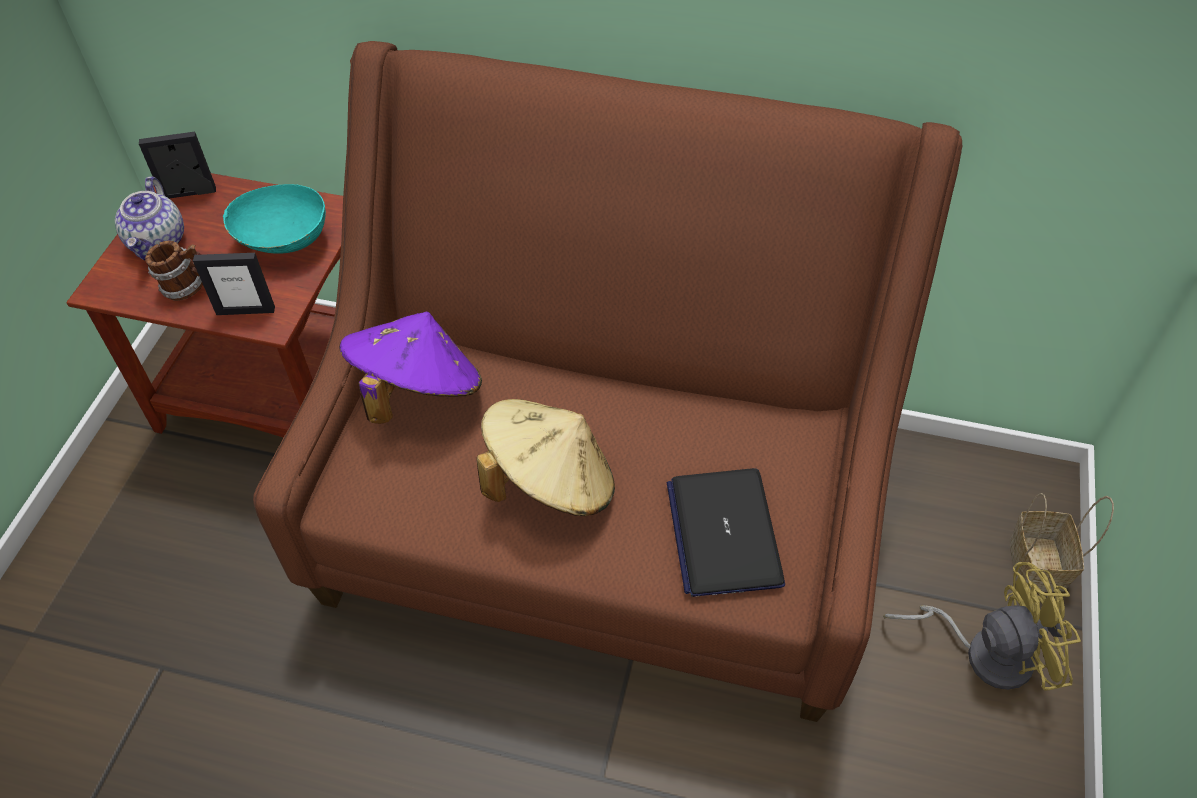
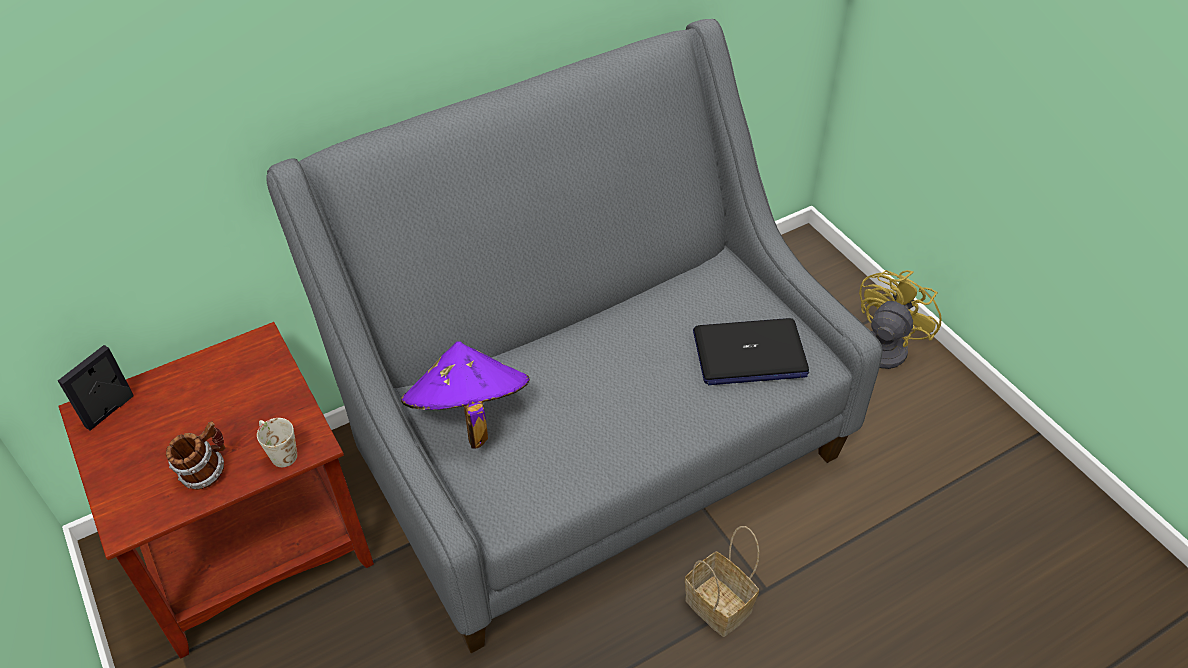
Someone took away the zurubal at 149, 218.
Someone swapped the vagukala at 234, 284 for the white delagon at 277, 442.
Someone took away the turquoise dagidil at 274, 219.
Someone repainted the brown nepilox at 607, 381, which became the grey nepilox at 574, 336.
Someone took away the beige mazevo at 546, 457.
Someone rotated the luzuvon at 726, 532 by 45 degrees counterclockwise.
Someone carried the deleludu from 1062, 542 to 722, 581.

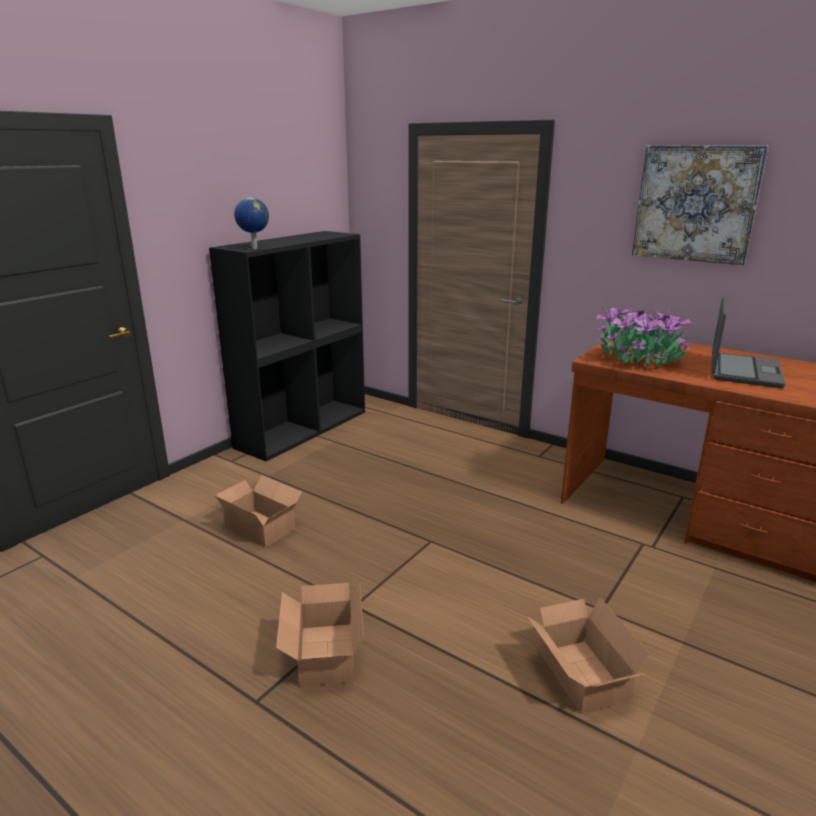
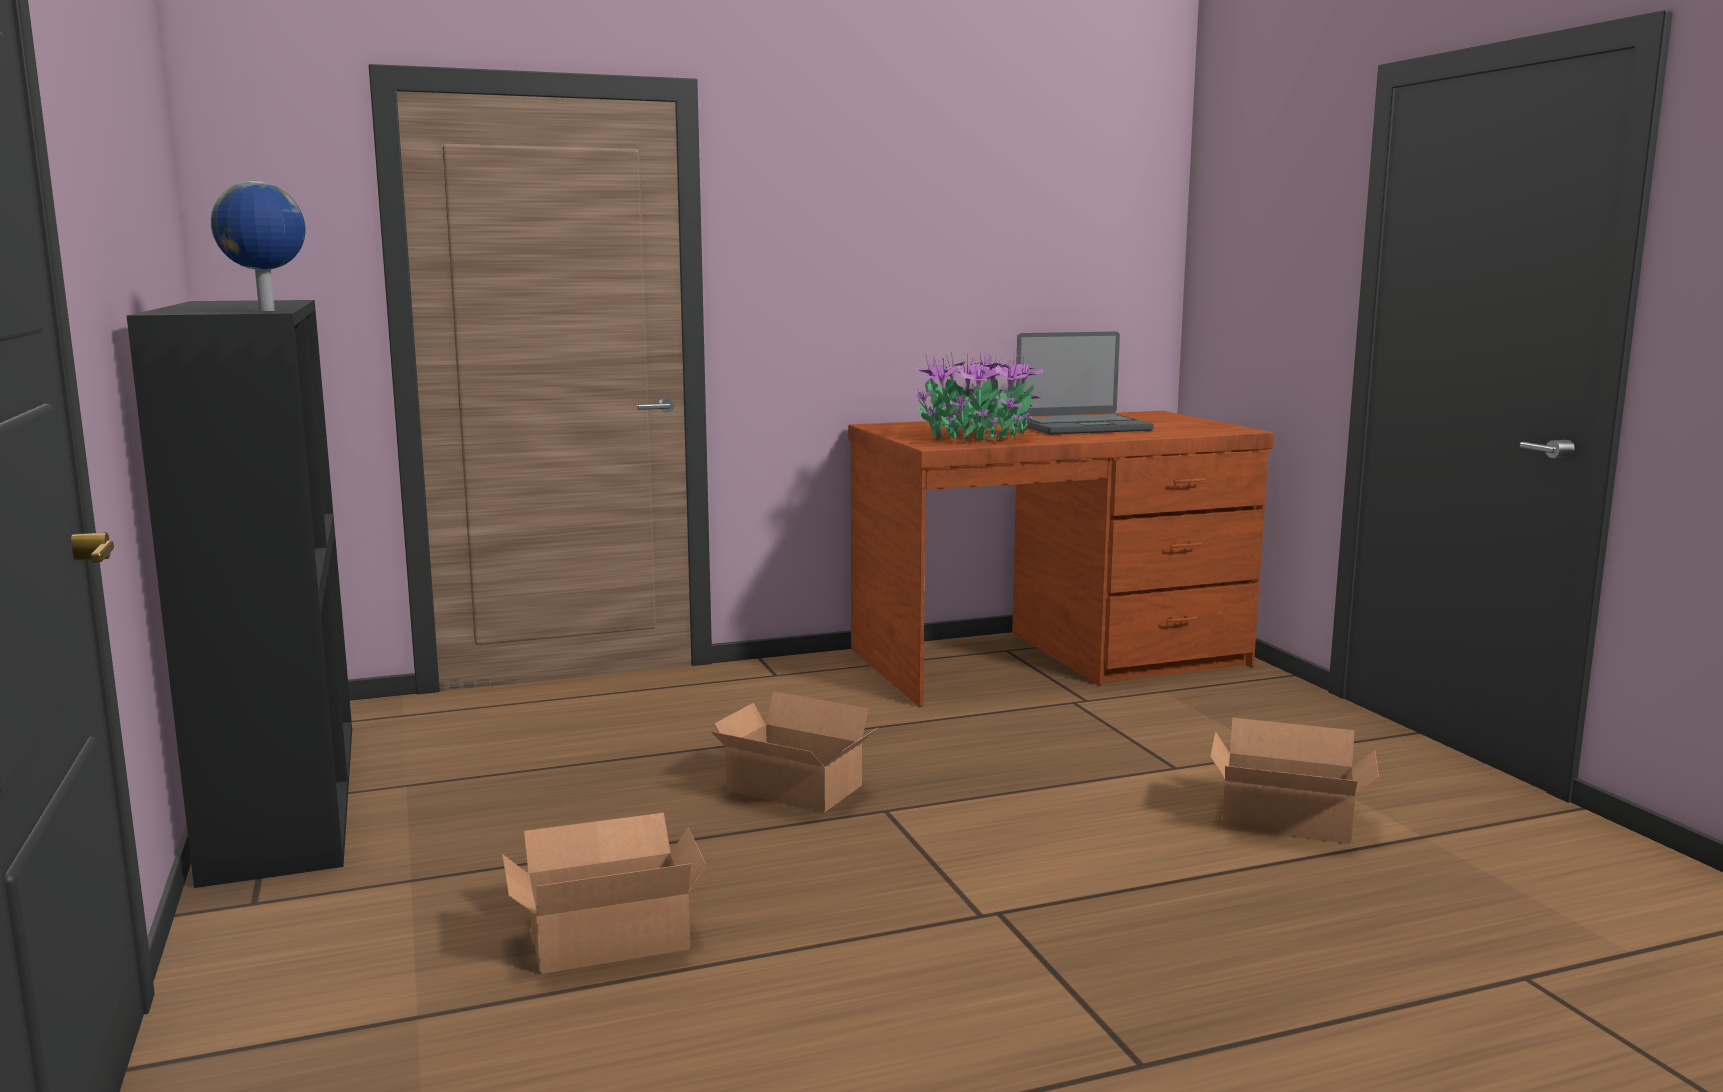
Someone carried the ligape from 320, 635 to 793, 752.
Someone took away the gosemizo at 700, 205.
Someone rotated the luzuvon at 748, 342 by 105 degrees clockwise.

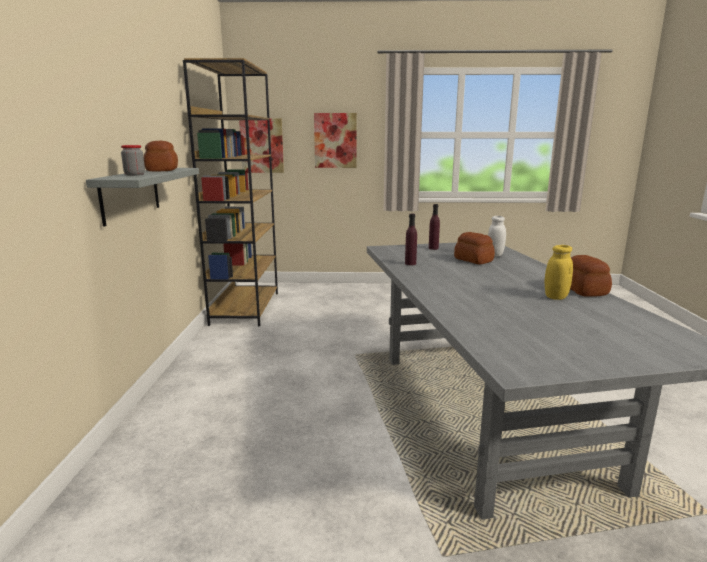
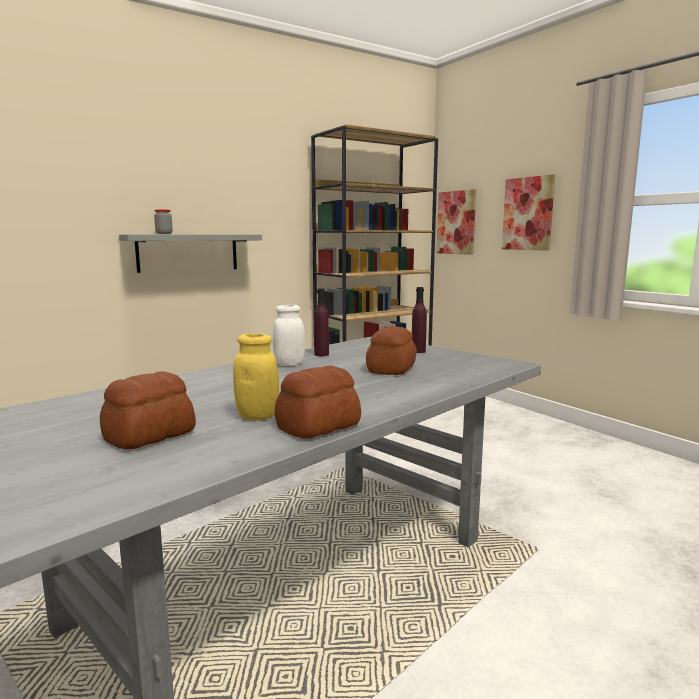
Someone carried the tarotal from 160, 156 to 148, 410.
Someone carried the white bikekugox from 497, 236 to 289, 335.

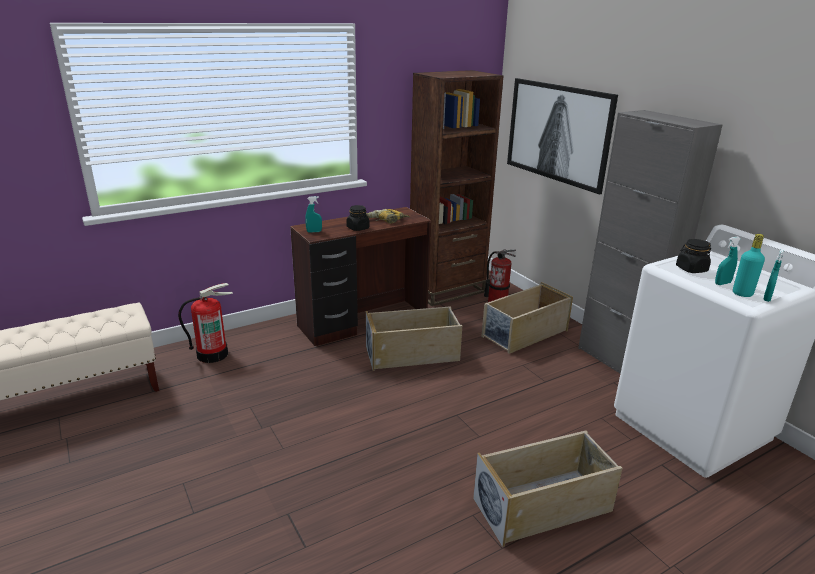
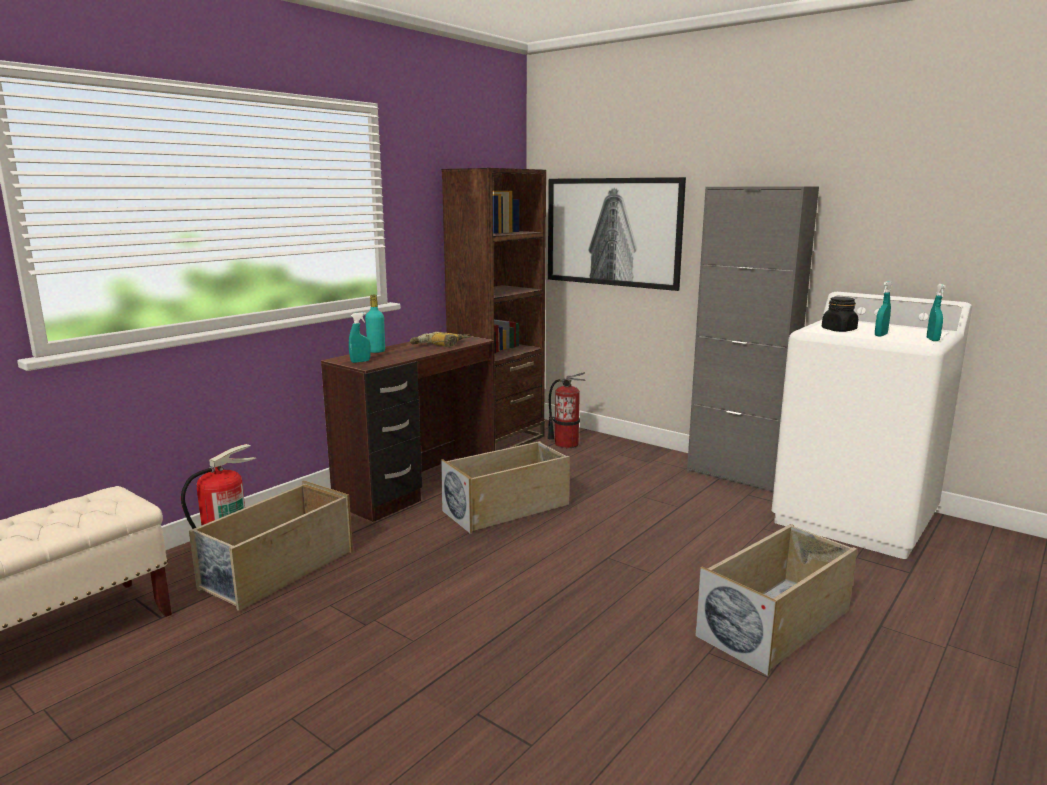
Someone took away the black bikekugox at 358, 218.
Someone carried the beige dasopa from 527, 318 to 271, 545.
Someone carried the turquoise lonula from 749, 265 to 375, 324.

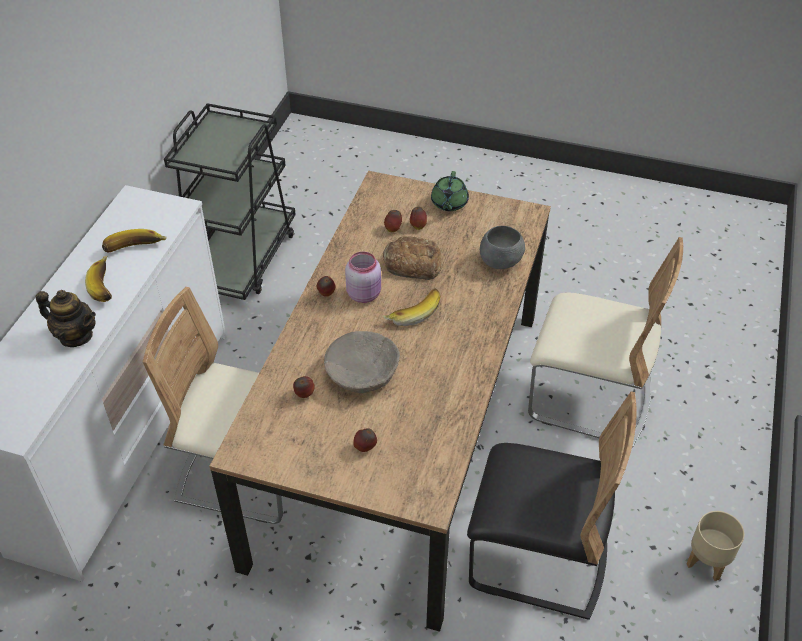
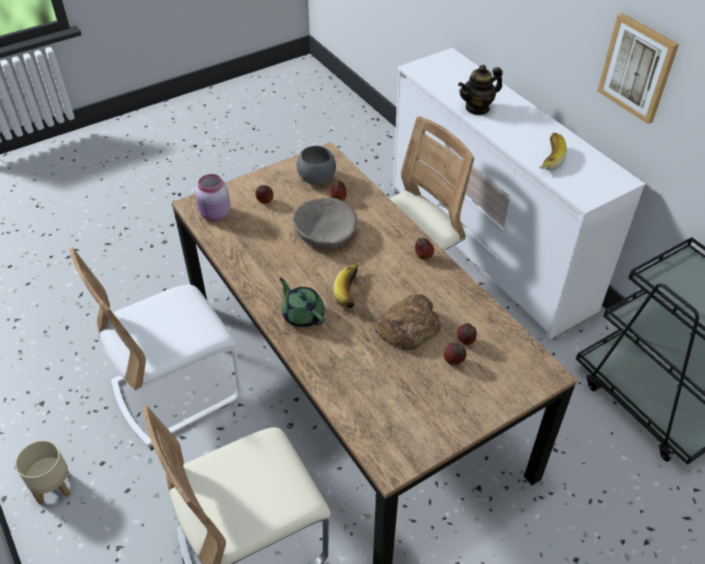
Someone took away the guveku at 98, 278.
Someone carried the pink bikekugox from 363, 277 to 213, 198.
Someone carried the green zurubal from 450, 191 to 301, 302.
Someone repainted the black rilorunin at 552, 505, which became the white rilorunin at 155, 346.
Someone carried the grey dagidil from 502, 247 to 316, 165.
Someone put up the gosemizo at 638, 68.

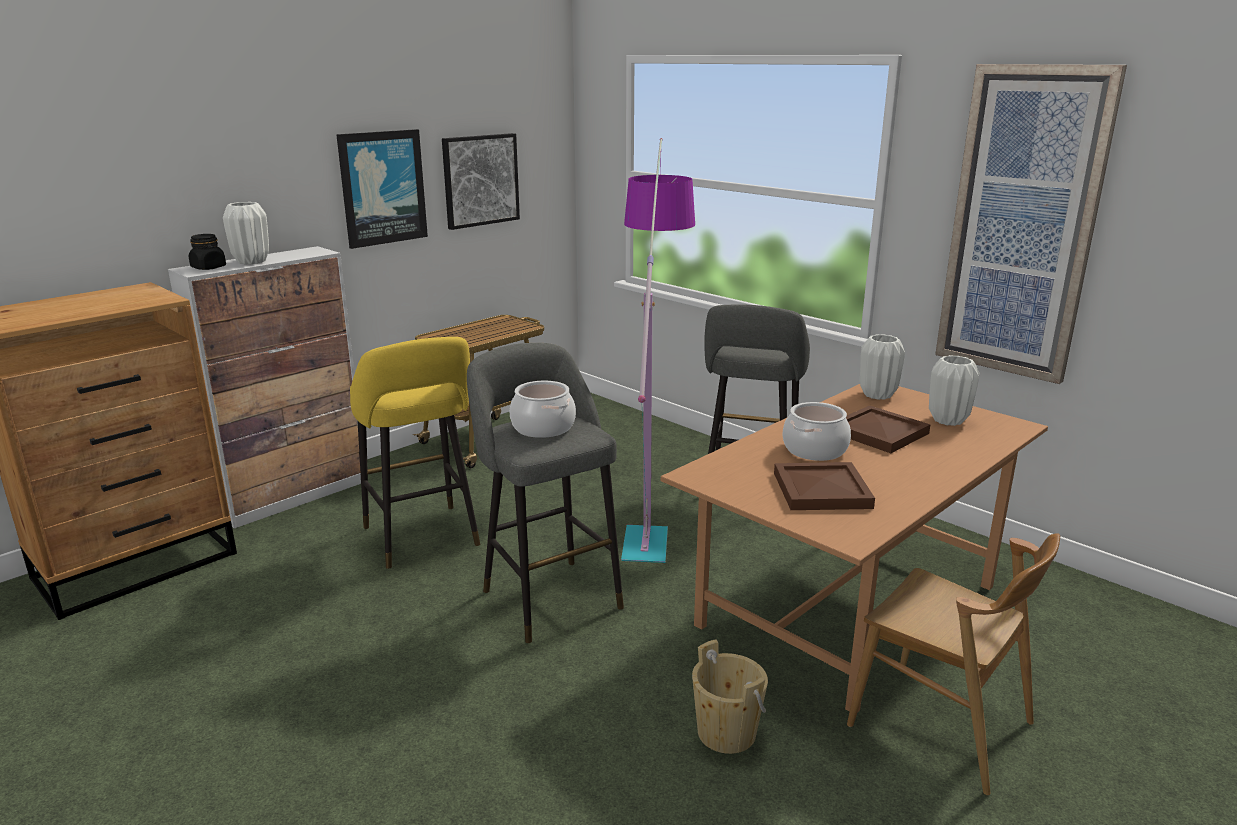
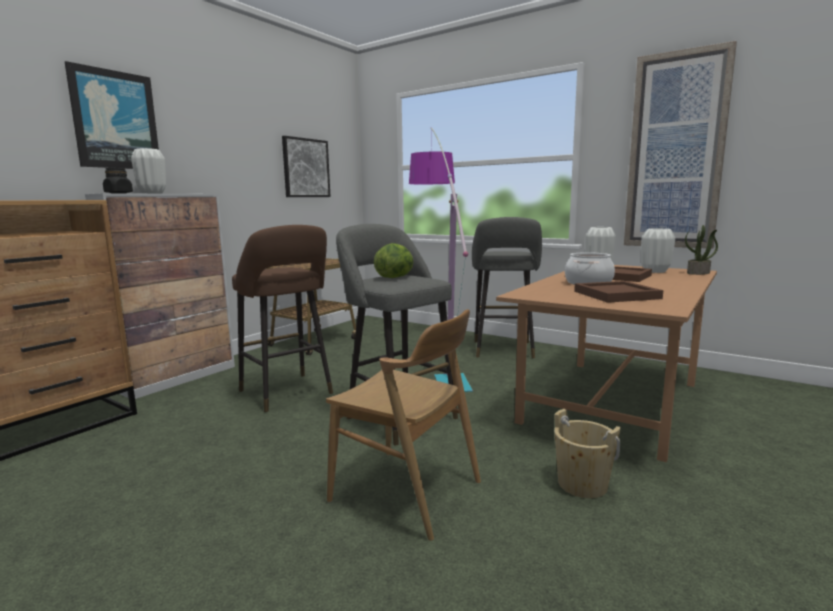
Someone carried the gosemizo from 382, 189 to 112, 115.
Someone repainted the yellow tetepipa at 415, 453, which became the brown tetepipa at 282, 318.
Someone swapped the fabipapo at 543, 409 for the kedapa at 394, 260.
Someone carried the brown rilorunin from 953, 664 to 403, 425.
Someone put down the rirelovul at 701, 250.

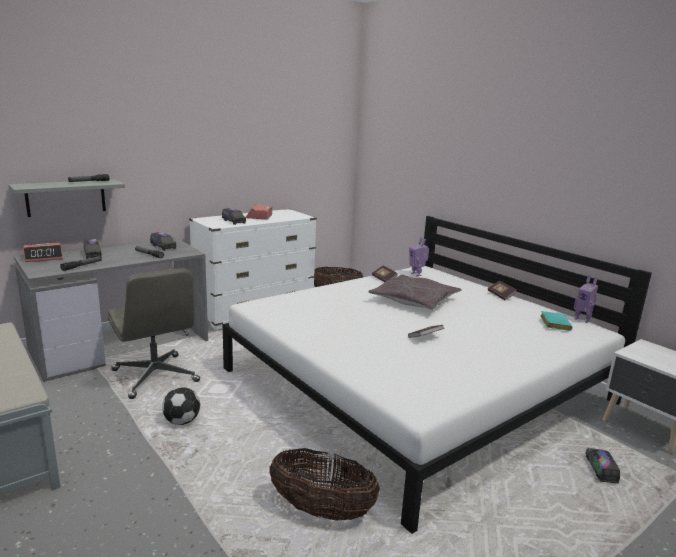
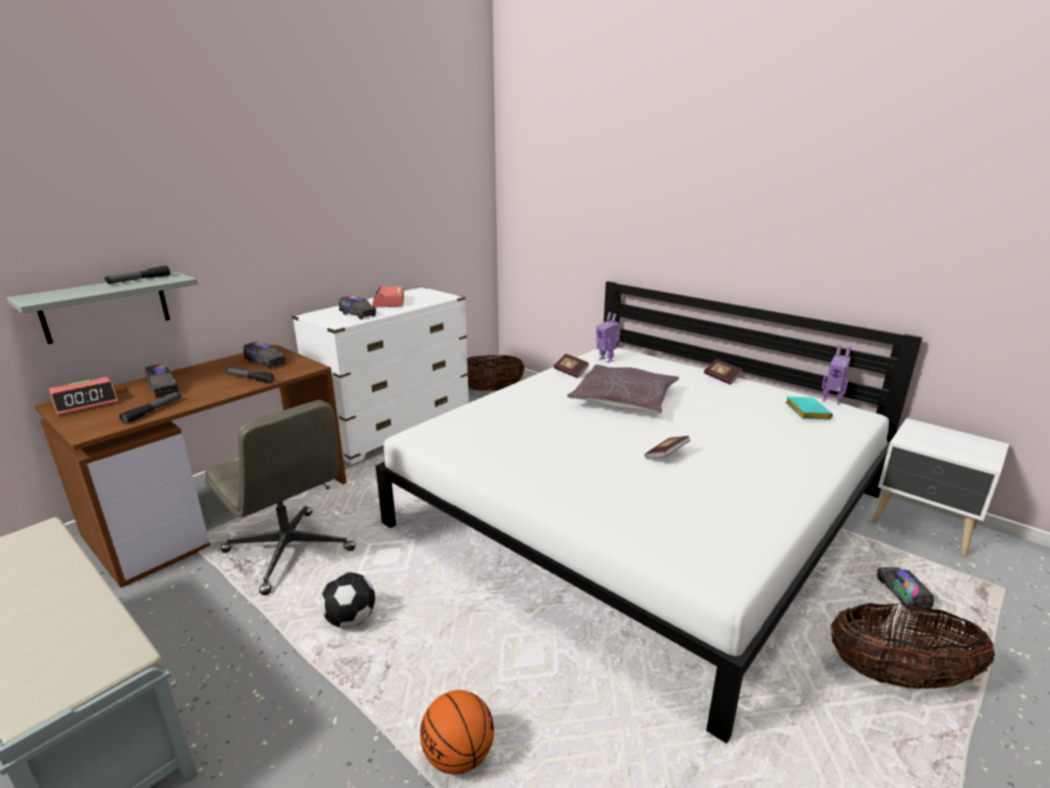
Someone repainted the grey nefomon at 111, 309, which became the brown nefomon at 191, 466.
Someone carried the deleludu from 324, 484 to 912, 646.
Someone put down the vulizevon at 457, 732.

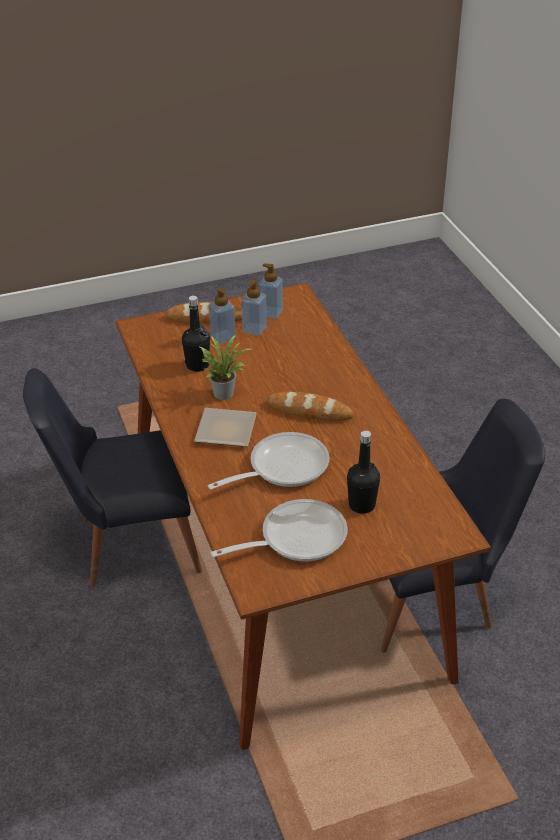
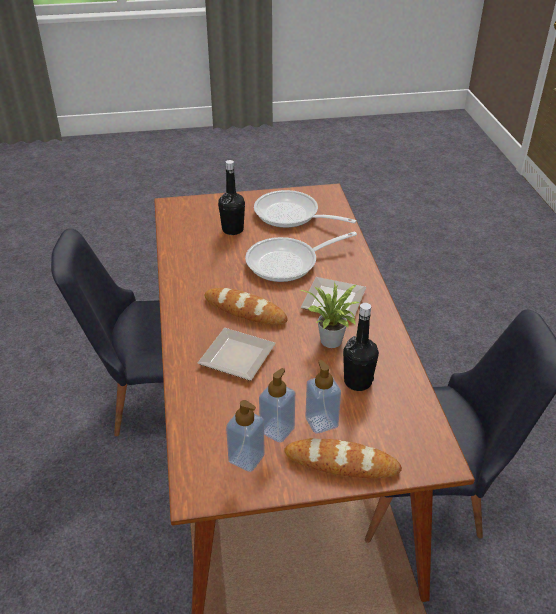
Someone rotated the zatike at 278, 530 by 45 degrees clockwise.
Someone put down the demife at 237, 354.

